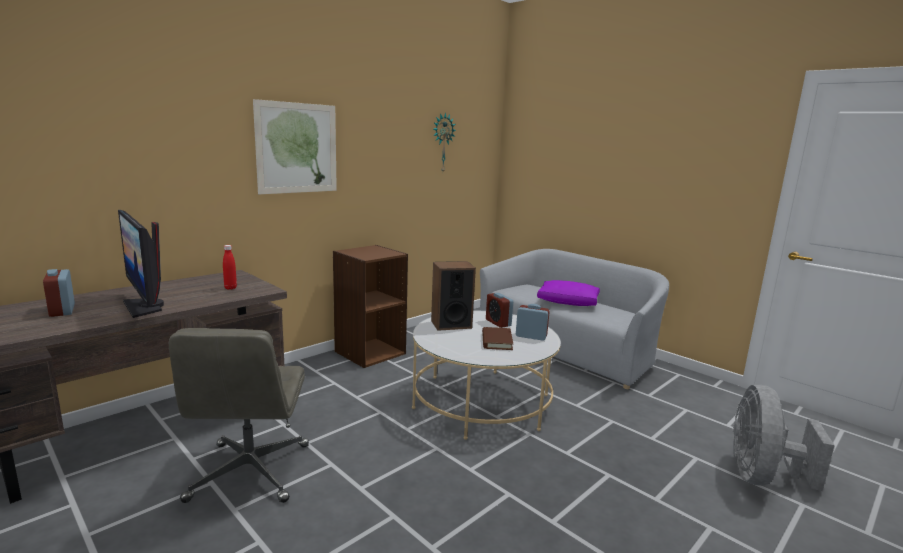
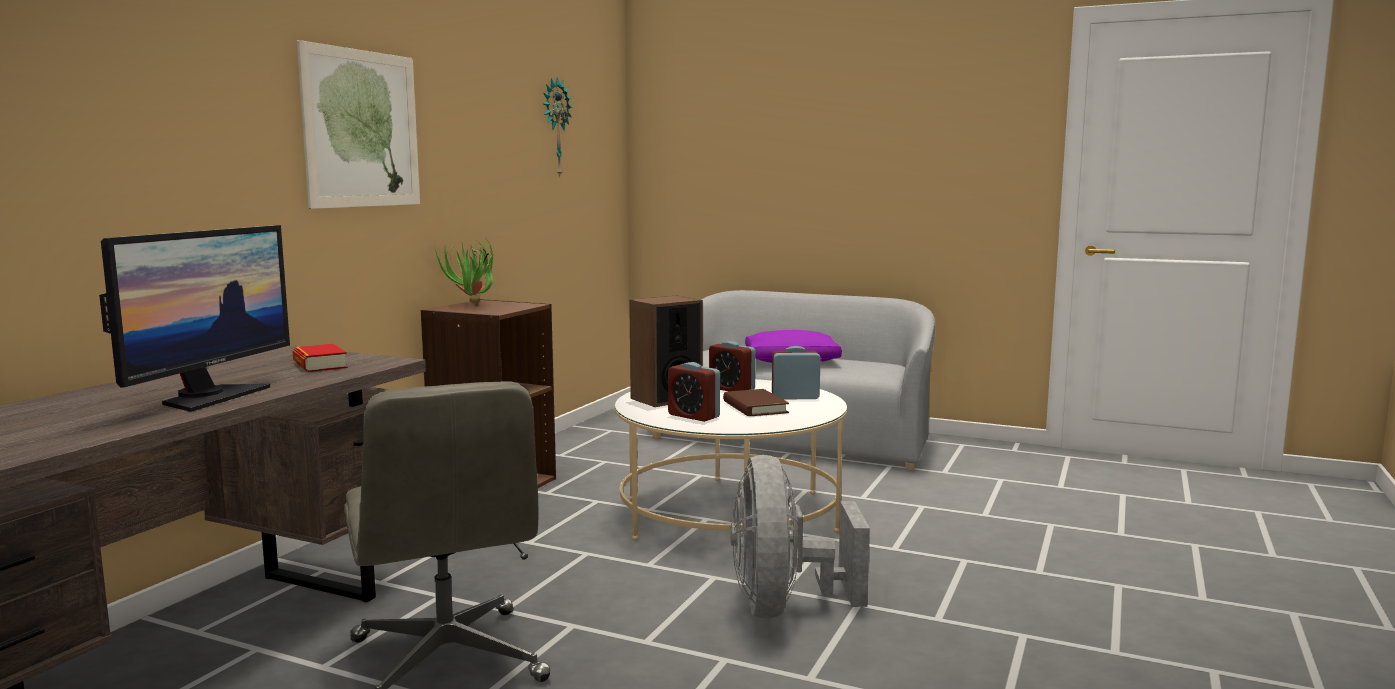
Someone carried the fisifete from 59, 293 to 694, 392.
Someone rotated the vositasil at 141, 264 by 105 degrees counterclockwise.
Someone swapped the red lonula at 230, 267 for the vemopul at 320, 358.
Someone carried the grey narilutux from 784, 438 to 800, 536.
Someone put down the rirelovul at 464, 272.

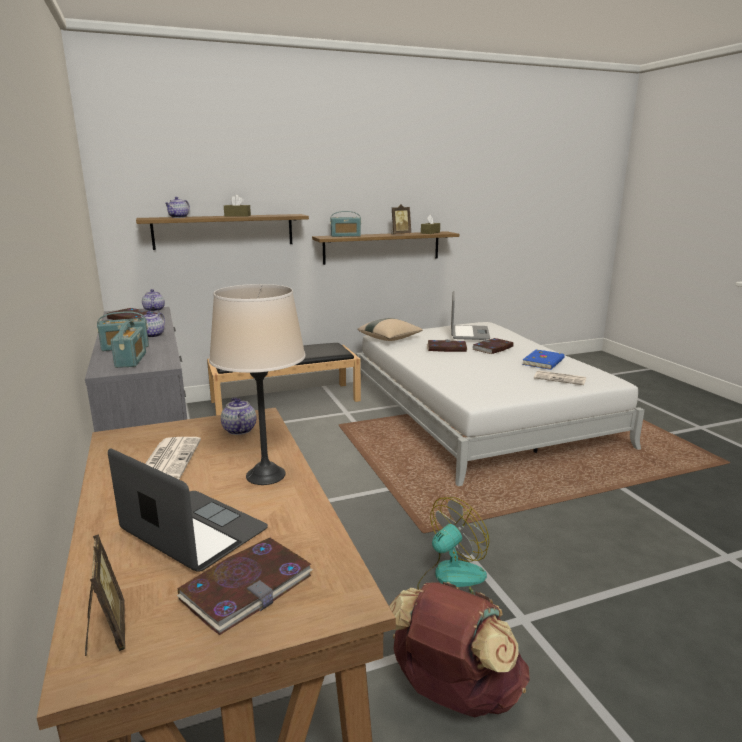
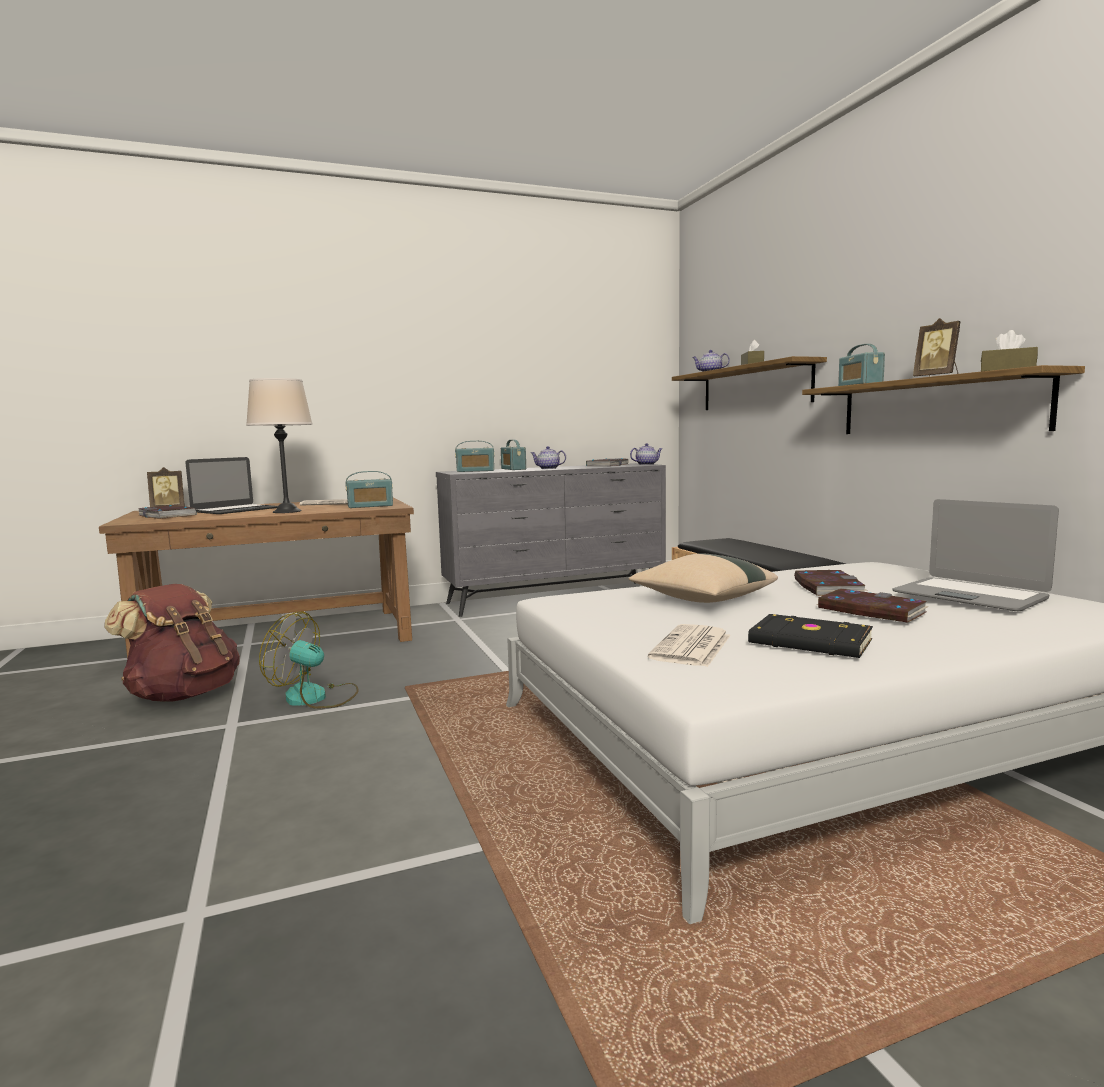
Someone swapped the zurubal at 238, 416 for the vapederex at 369, 489.
Someone carried the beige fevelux from 390, 329 to 703, 578.
Someone rotated the narilutux at 453, 546 by 150 degrees clockwise.
Someone rotated the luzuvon at 470, 315 by 45 degrees clockwise.
Someone repainted the blue vemopul at 543, 359, which became the black vemopul at 810, 636.

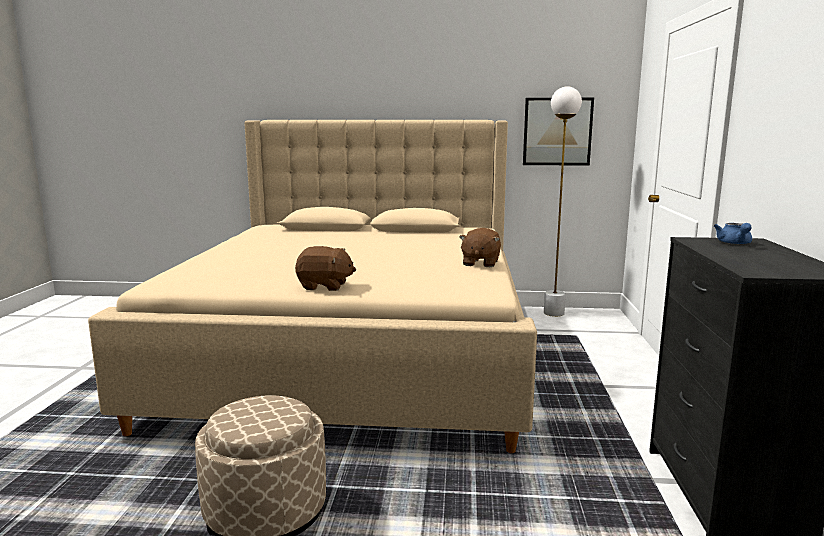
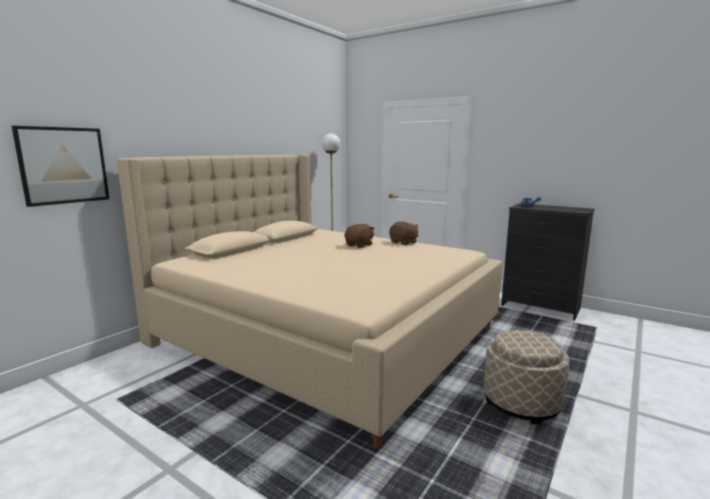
Someone carried the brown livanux from 325, 268 to 360, 236.
Someone carried the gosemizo from 558, 132 to 60, 166.

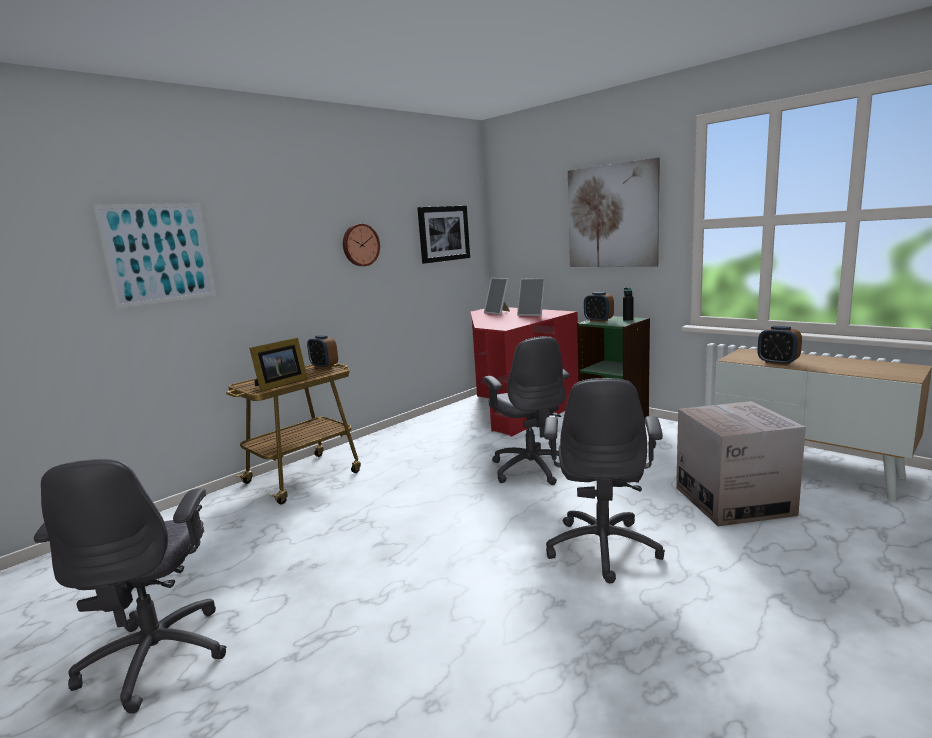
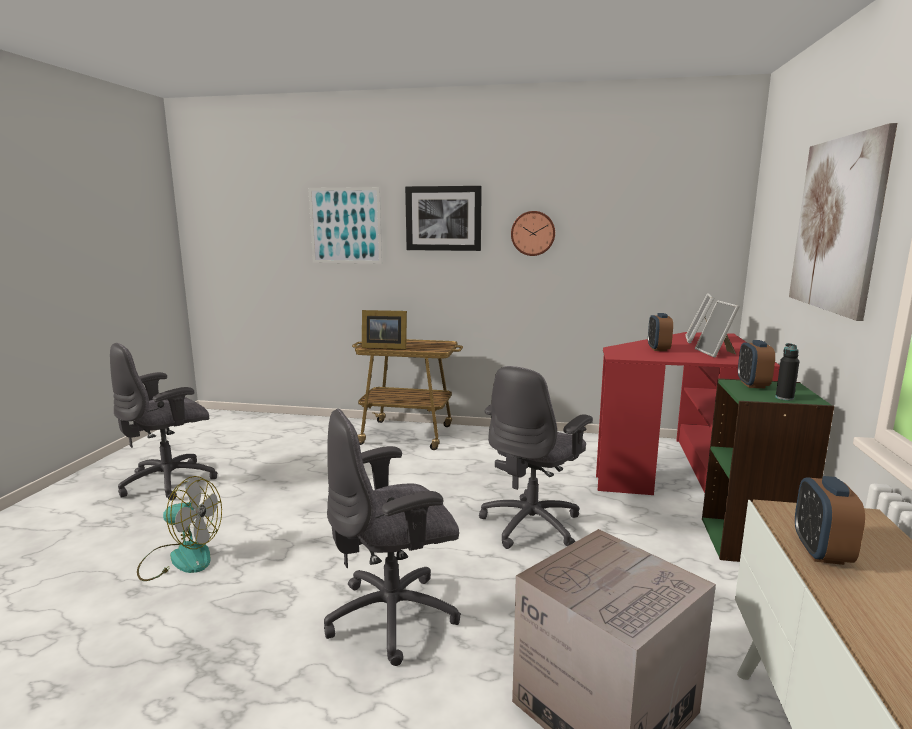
Someone carried the fisifete from 322, 352 to 660, 332.
Someone carried the gosemizo from 443, 235 to 443, 218.
Someone put down the narilutux at 179, 528.

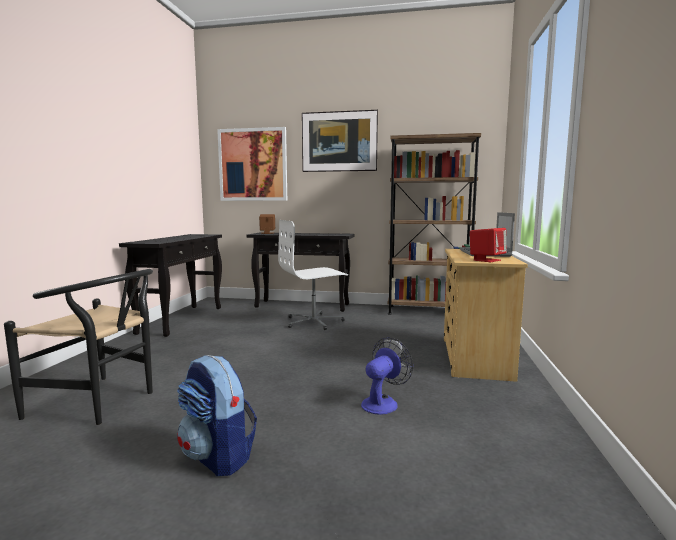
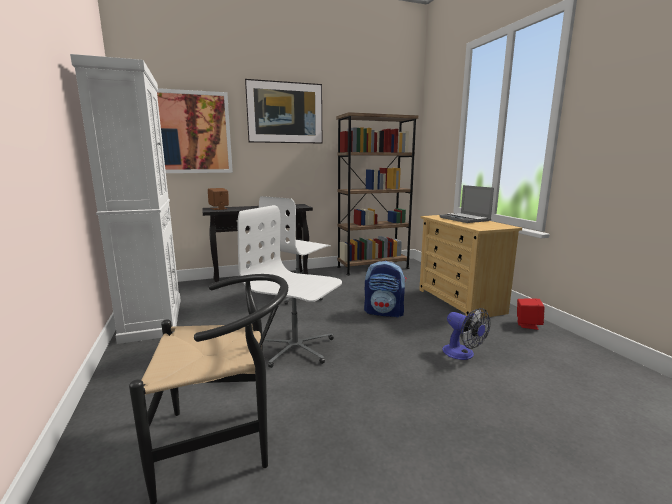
Someone swapped the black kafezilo at 170, 285 for the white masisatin at 125, 199.
Someone carried the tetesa from 217, 415 to 385, 289.
Someone rotated the narilutux at 387, 376 by 135 degrees clockwise.
Someone carried the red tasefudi from 488, 245 to 531, 314.
Someone put down the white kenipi at 290, 286.

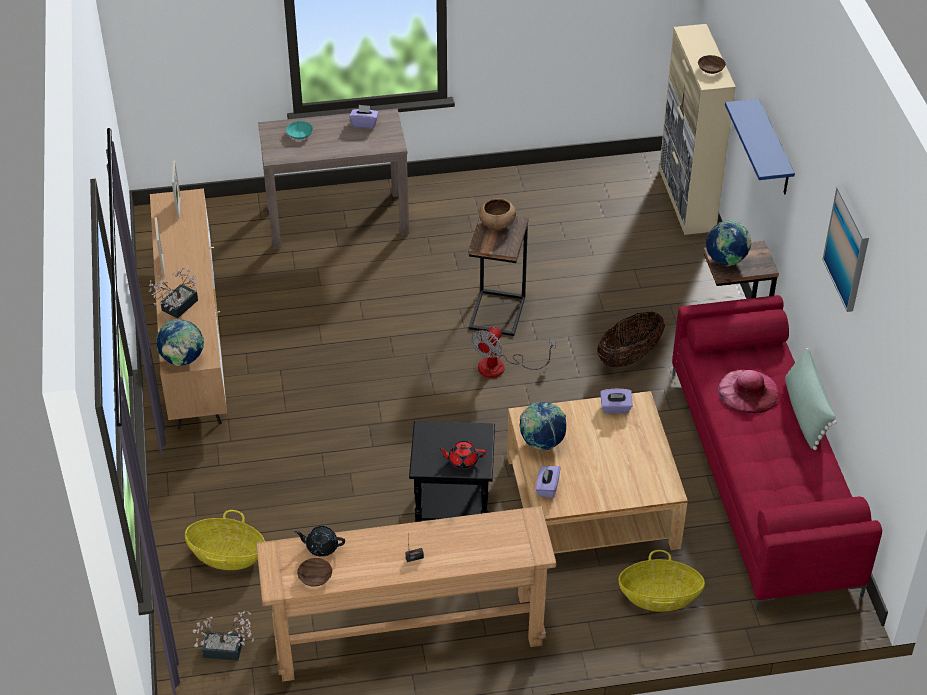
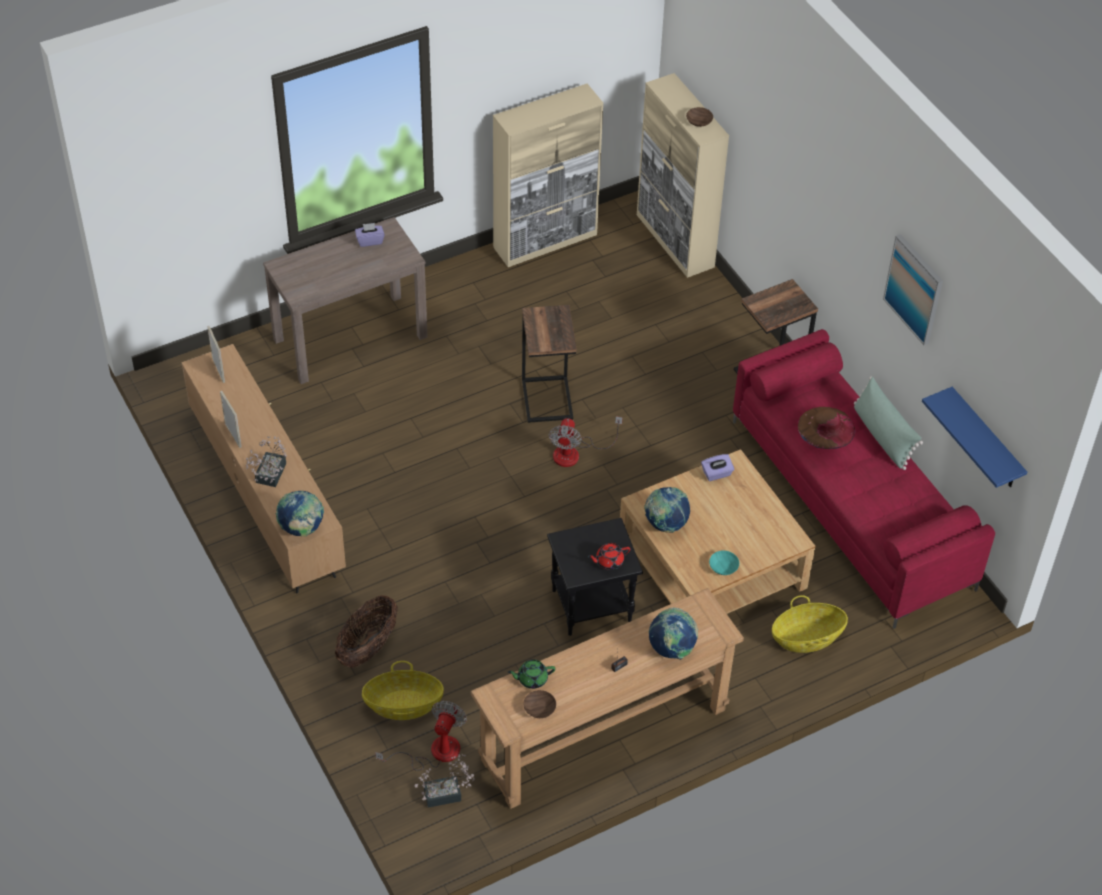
Someone carried the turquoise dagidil from 299, 130 to 724, 563.
Someone repainted the black zurubal at 320, 541, which became the green zurubal at 531, 674.
Someone took away the brown dagidil at 497, 214.
Someone took away the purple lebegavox at 548, 482.
Someone carried the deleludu from 631, 339 to 366, 631.
Someone carried the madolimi from 729, 243 to 673, 634.
Someone repainted the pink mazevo at 749, 391, which became the brown mazevo at 826, 428.
Someone carried the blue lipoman from 760, 147 to 974, 437.
Someone put down the narilutux at 421, 736.
Someone put down the beige masisatin at 548, 175.

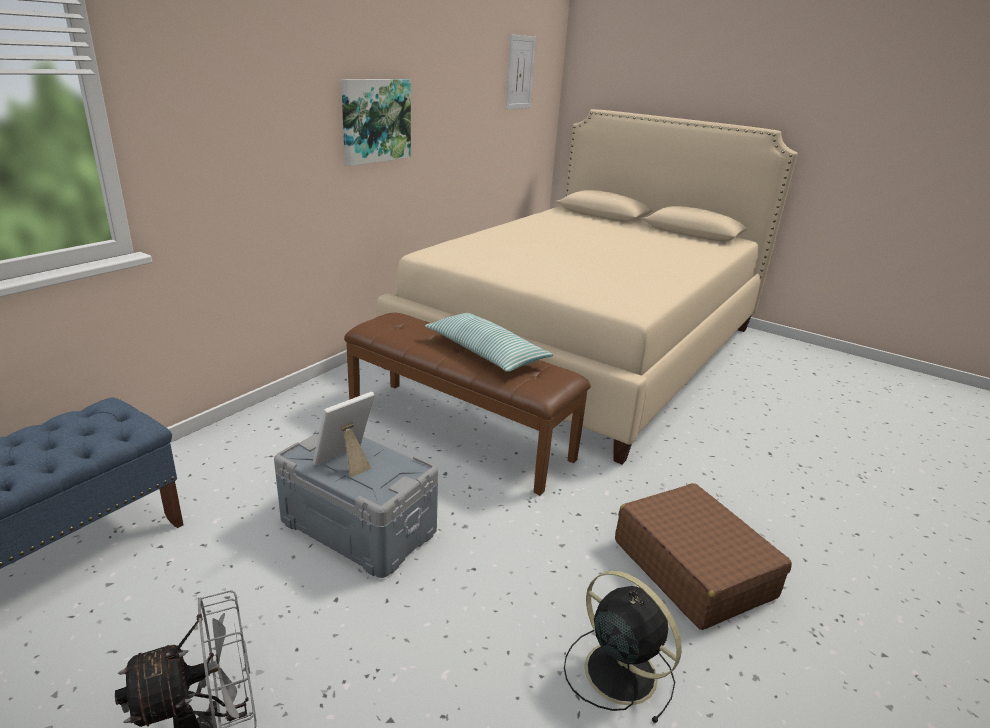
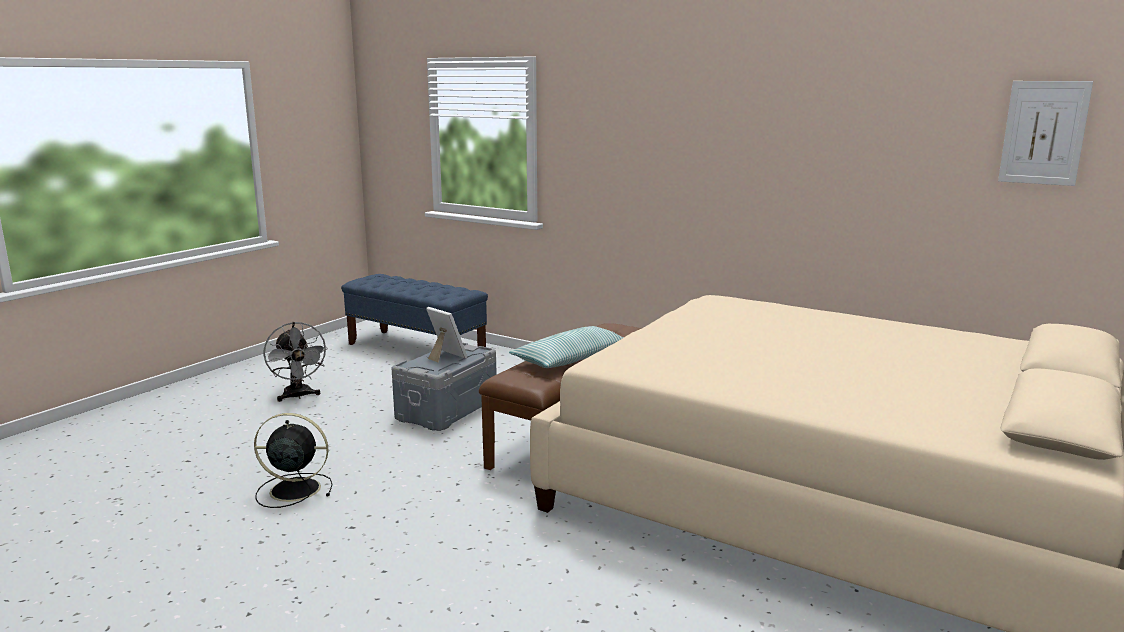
Someone took away the gosemizo at 376, 122.
Someone rotated the black narilutux at 623, 647 by 135 degrees counterclockwise.
Someone took away the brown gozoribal at 703, 556.

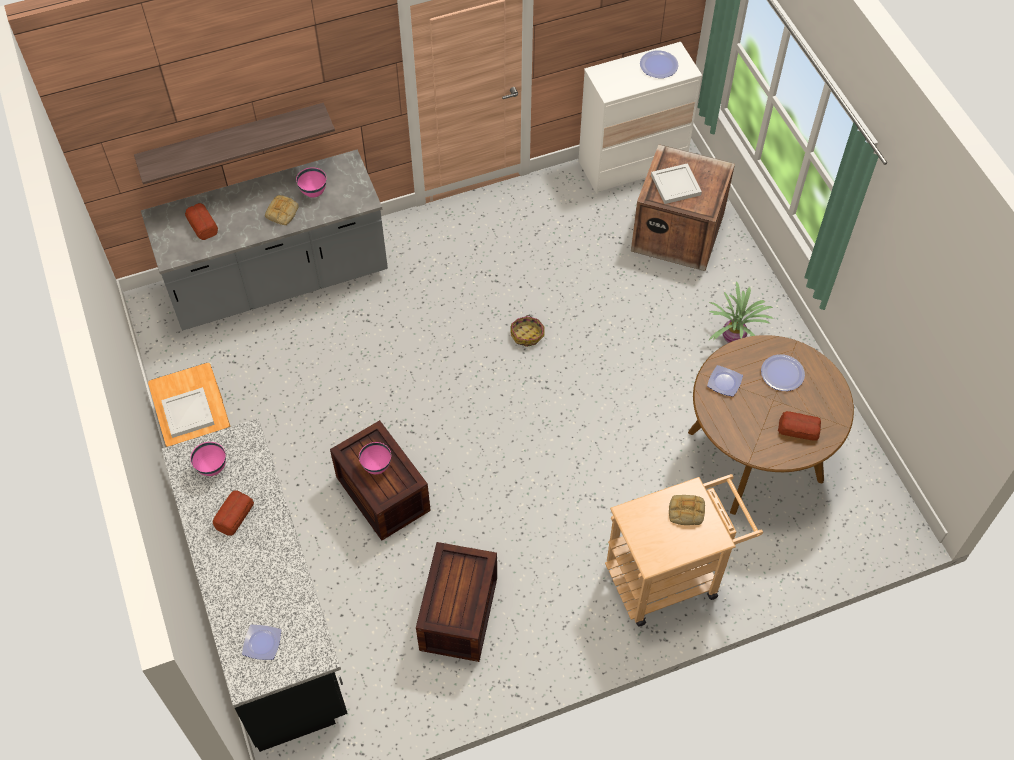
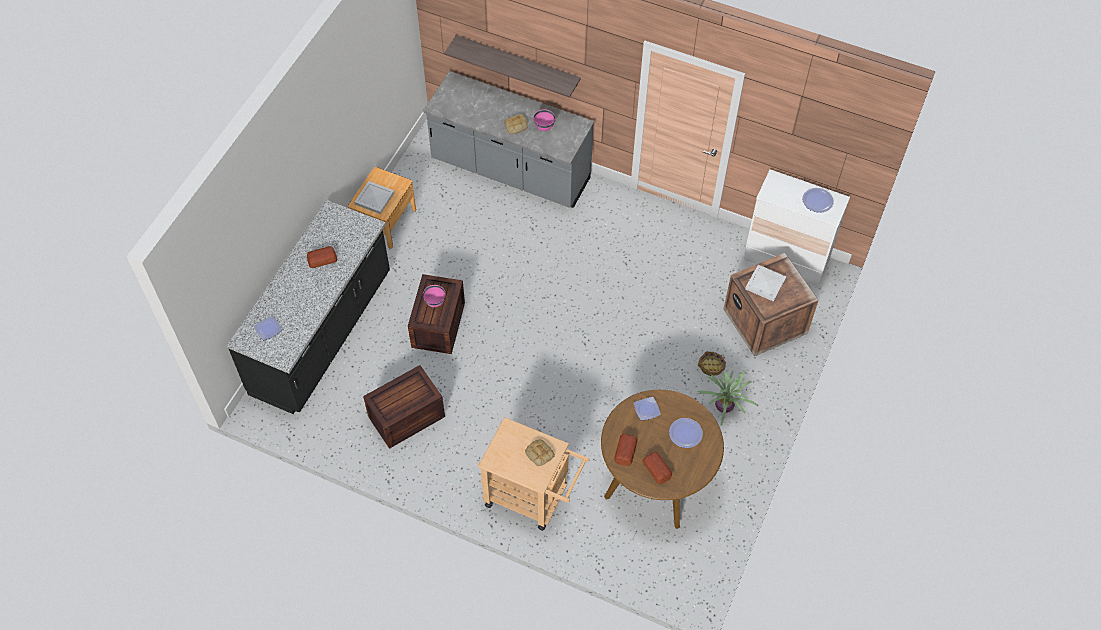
Someone carried the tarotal from 201, 221 to 626, 450.
Someone took away the pink dagidil at 208, 459.
Someone carried the deleludu from 527, 331 to 712, 363.

